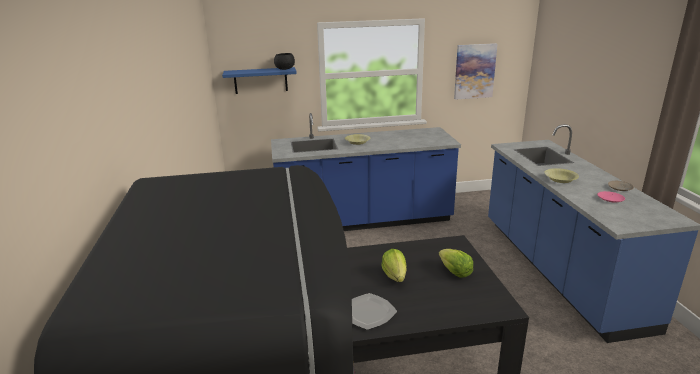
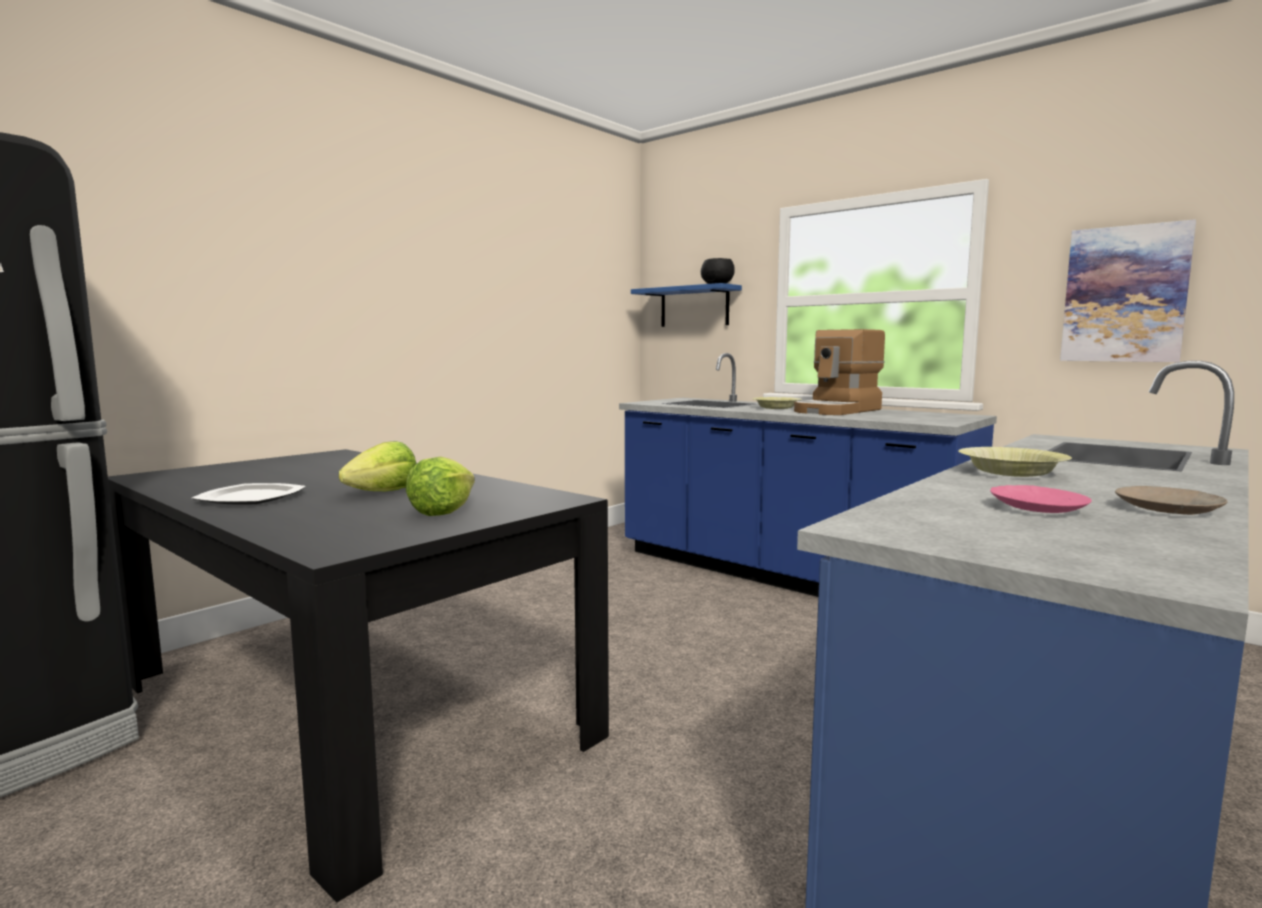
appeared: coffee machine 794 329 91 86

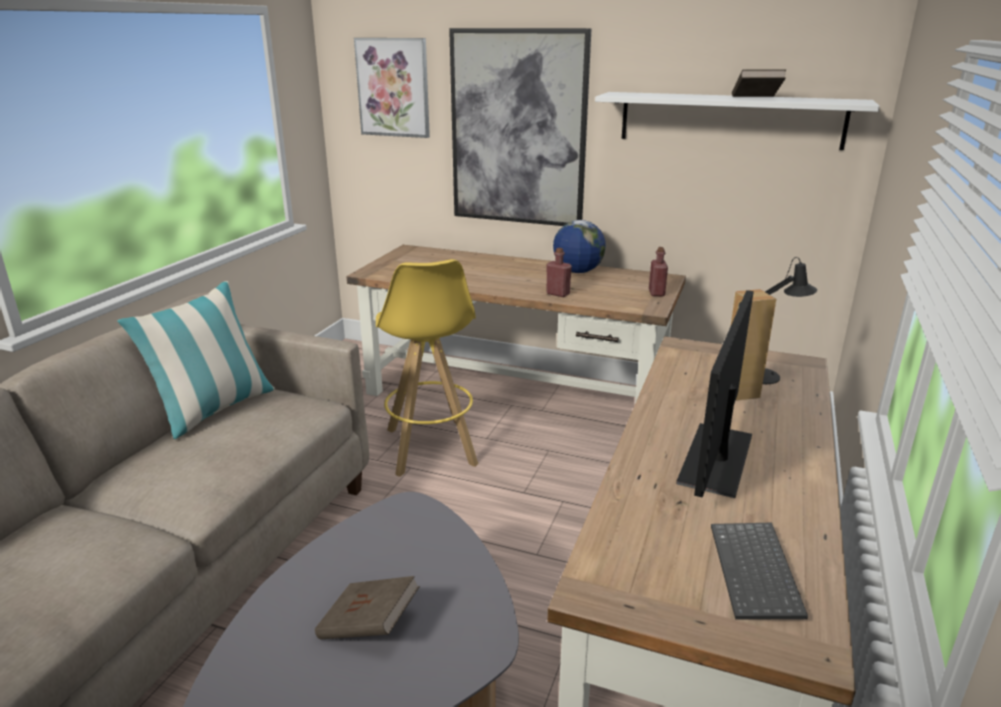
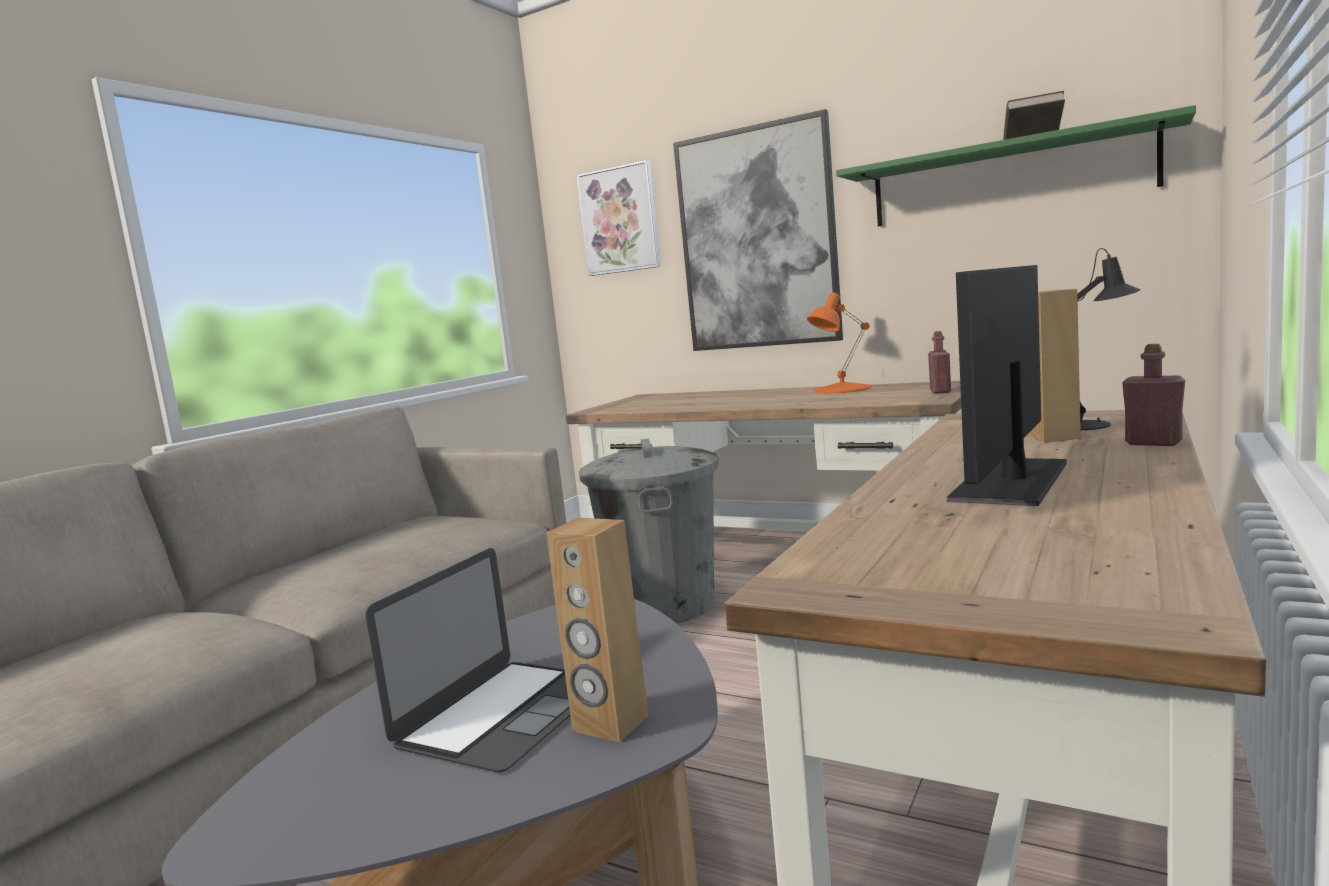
missing: pillow 117 281 158 158; keyboard 711 523 97 97
appeared: brown speaker 546 517 103 225
relocated: red bottle 546 248 26 49 to 1122 344 63 102
exchanged: brown book 315 576 105 63 to laptop 365 548 205 224; yellow stool 376 259 102 218 to grey trash can 579 439 140 184; globe 553 220 53 53 to orange table lamp 807 292 65 102
colour: white shelf 595 92 285 58 to green shelf 836 105 360 121

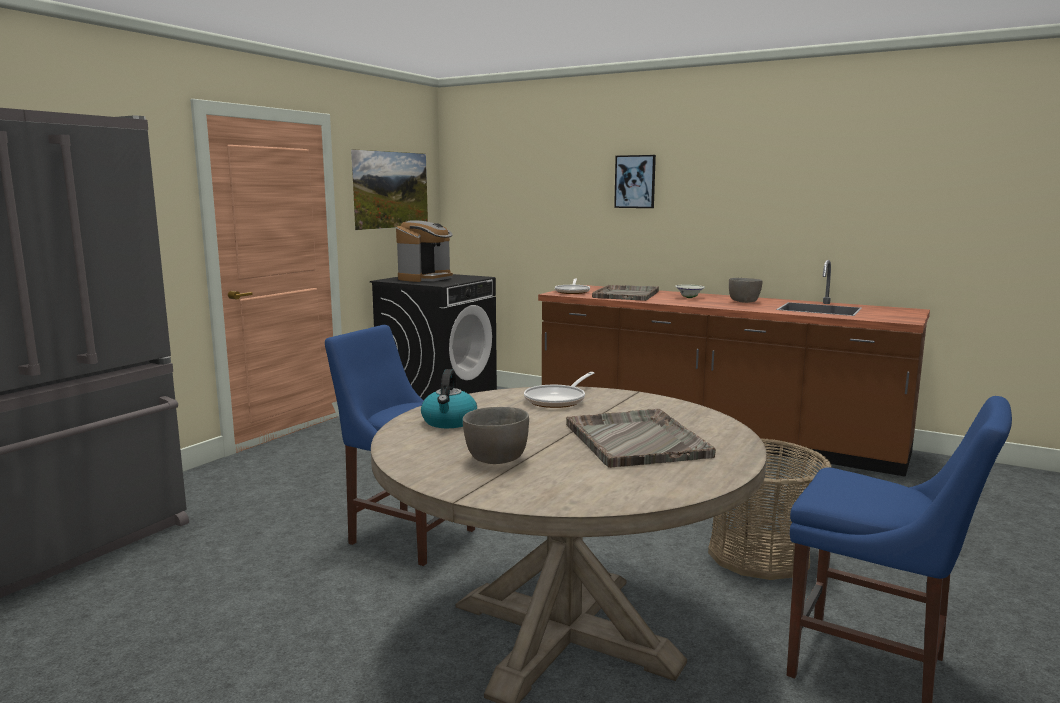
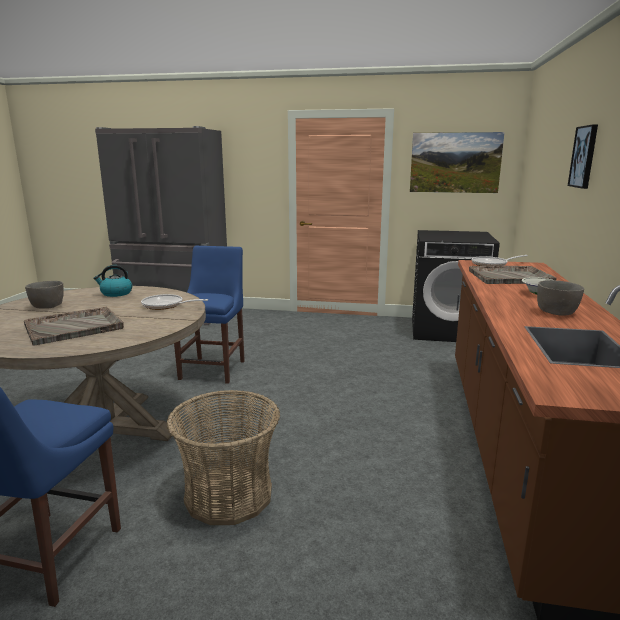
missing: coffee machine 396 220 57 62

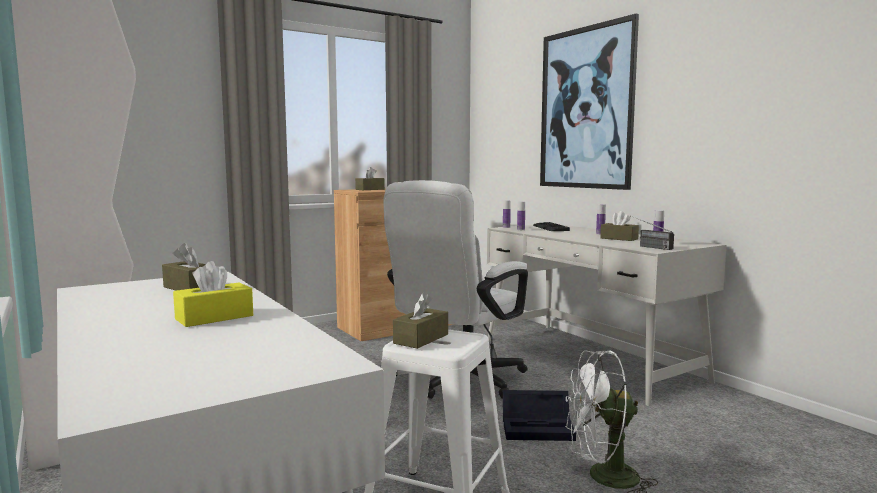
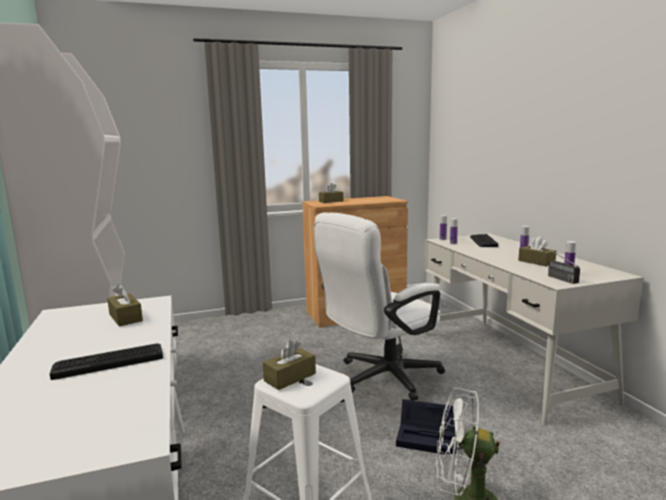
missing: picture 540 14 99 176
exchanged: yellow tissue box 173 261 80 66 to keyboard 50 343 113 37

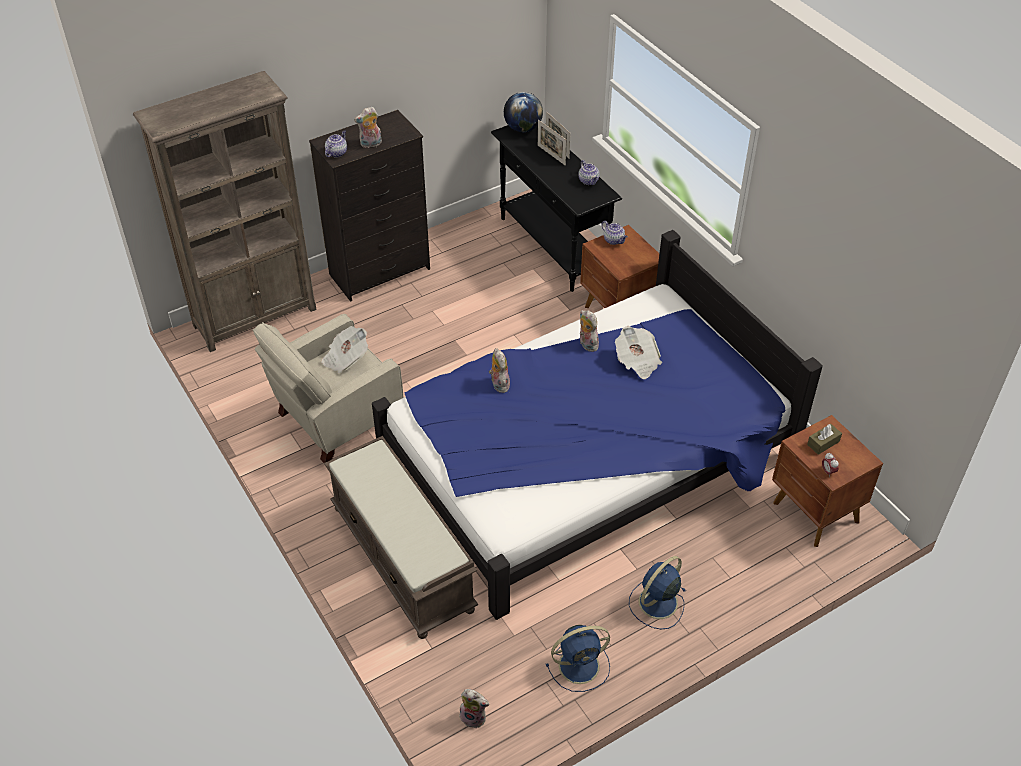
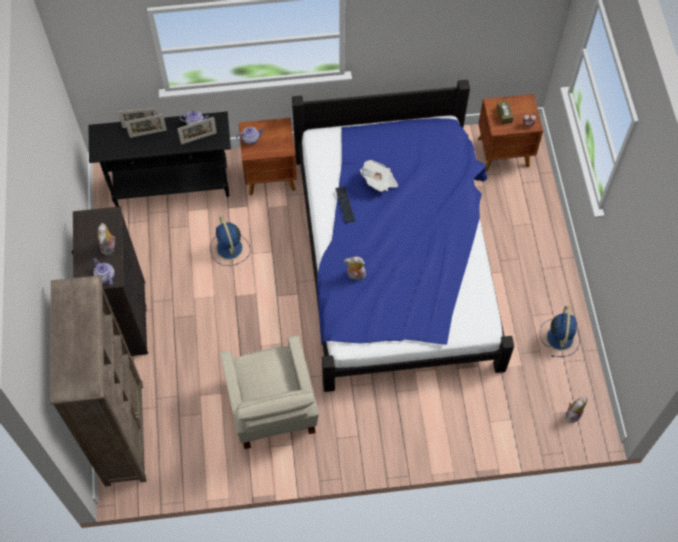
missing: newspaper 321 326 47 47; brown bench 324 436 154 203; globe 504 92 39 40
appeared: picture frame 177 117 40 28
relocated: blue fan 629 556 57 73 to 211 216 39 50
exchanged: plush toy 580 310 20 42 to keyboard 335 187 20 36

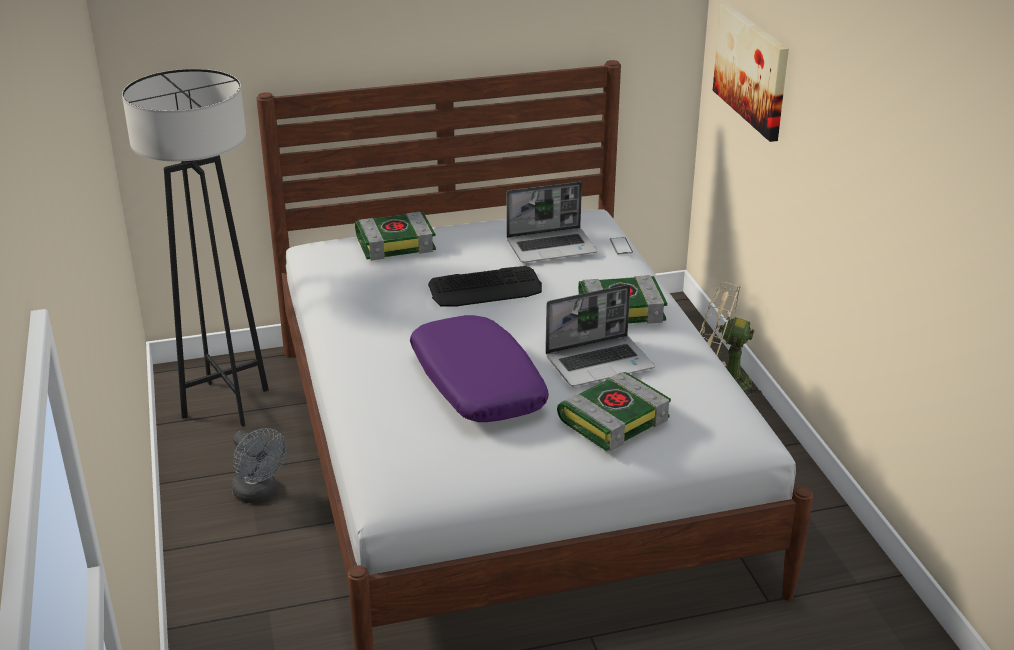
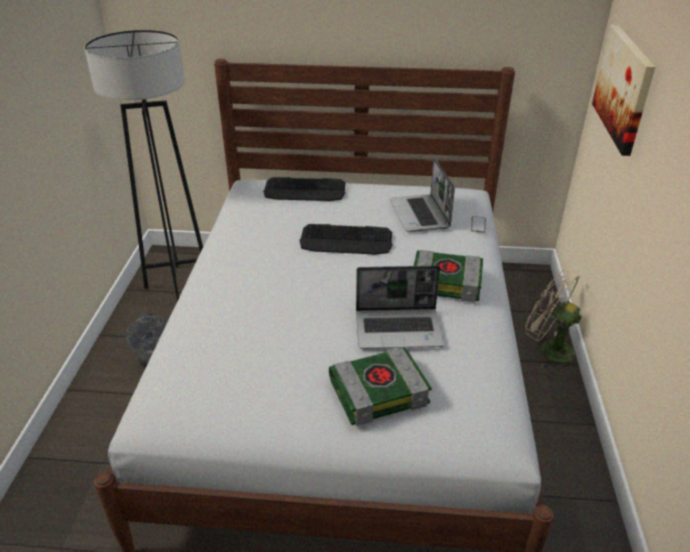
missing: purple pillow 410 315 139 107
exchanged: book 355 212 81 49 to keyboard 263 177 82 24
spun: laptop 506 181 91 82 = 390 157 65 75 75 degrees clockwise

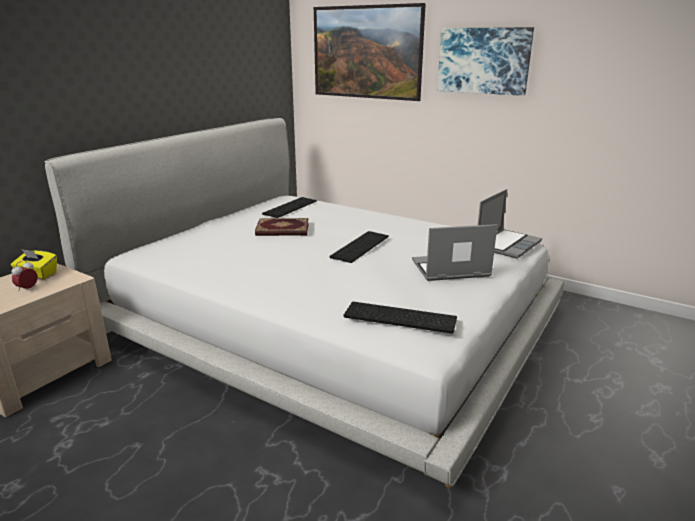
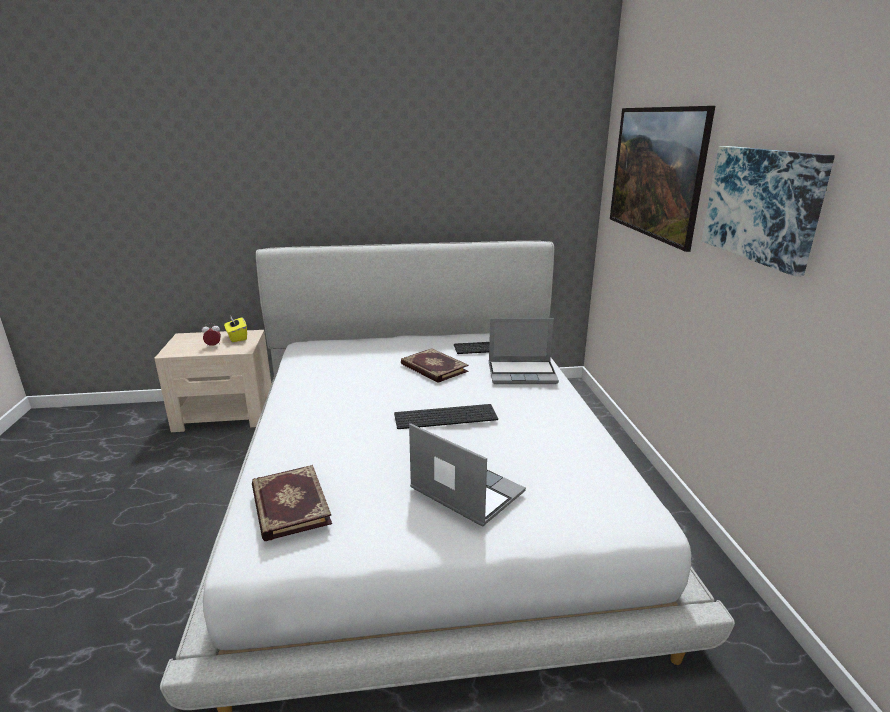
relocated: laptop 478 189 64 70 to 489 318 70 66
exchanged: keyboard 344 302 113 32 to book 252 465 80 76

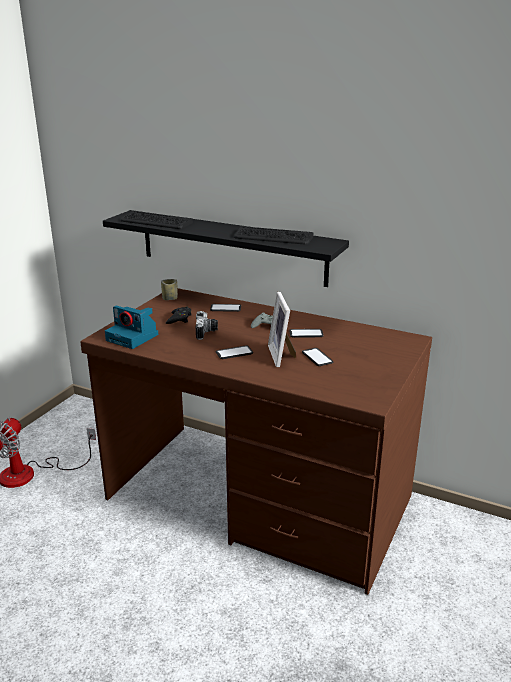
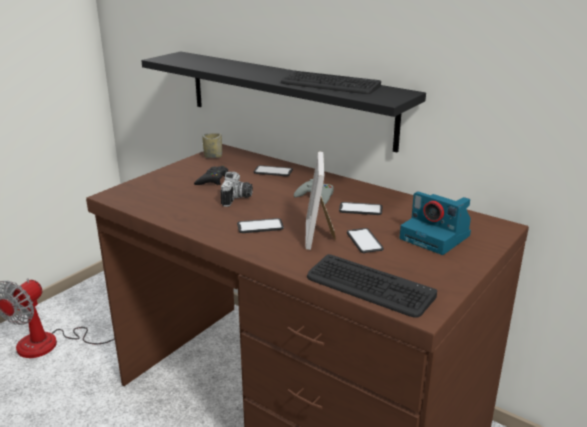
relocated: photo camera 105 306 53 43 to 400 191 71 64; keyboard 121 211 72 18 to 307 254 130 63

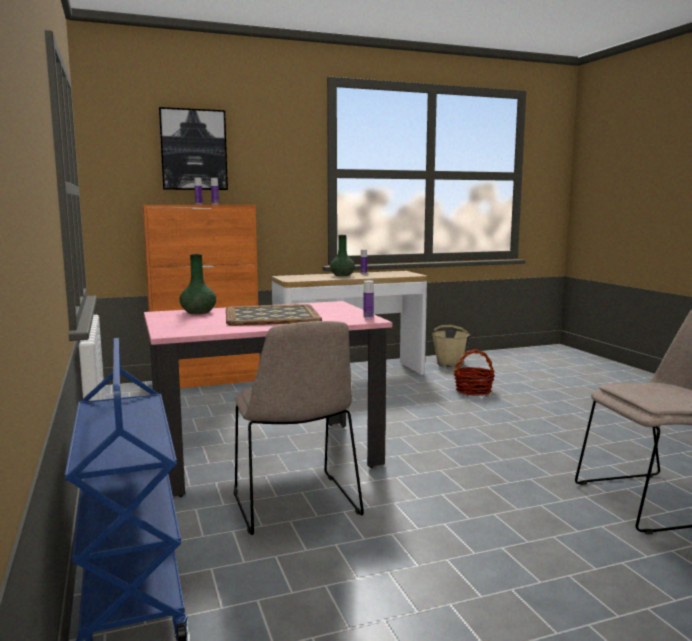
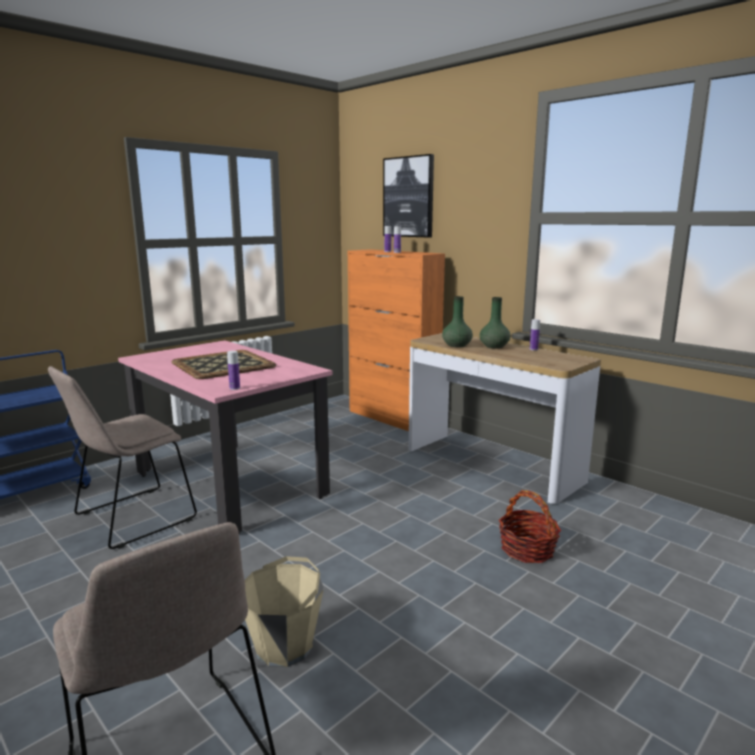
relocated: green vase 179 254 37 60 to 442 296 31 51; beige bucket 432 325 38 42 to 244 556 80 111

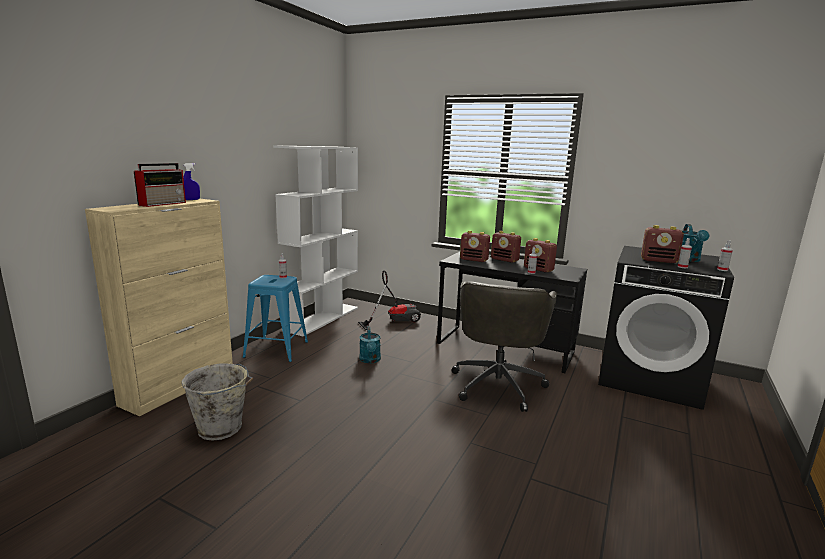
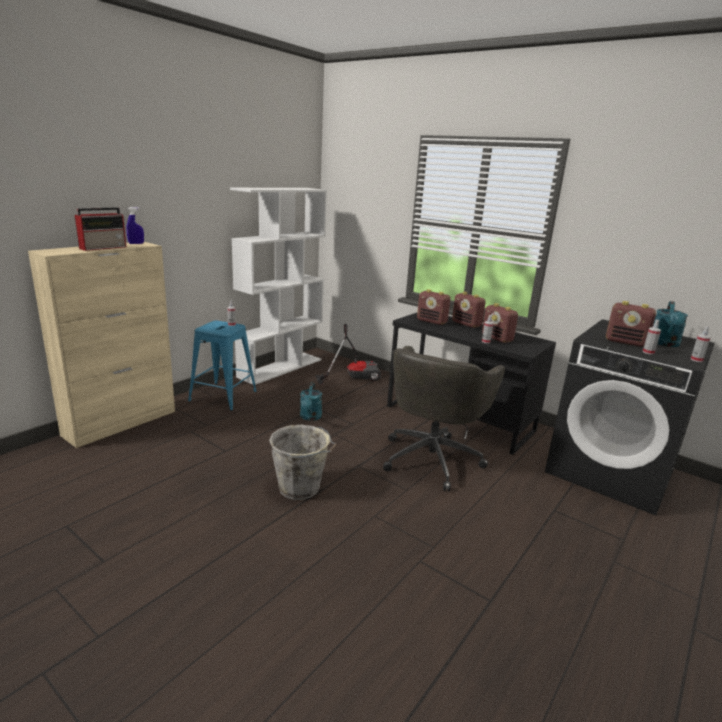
relocated: grey bucket 181 364 72 77 to 269 425 67 75

